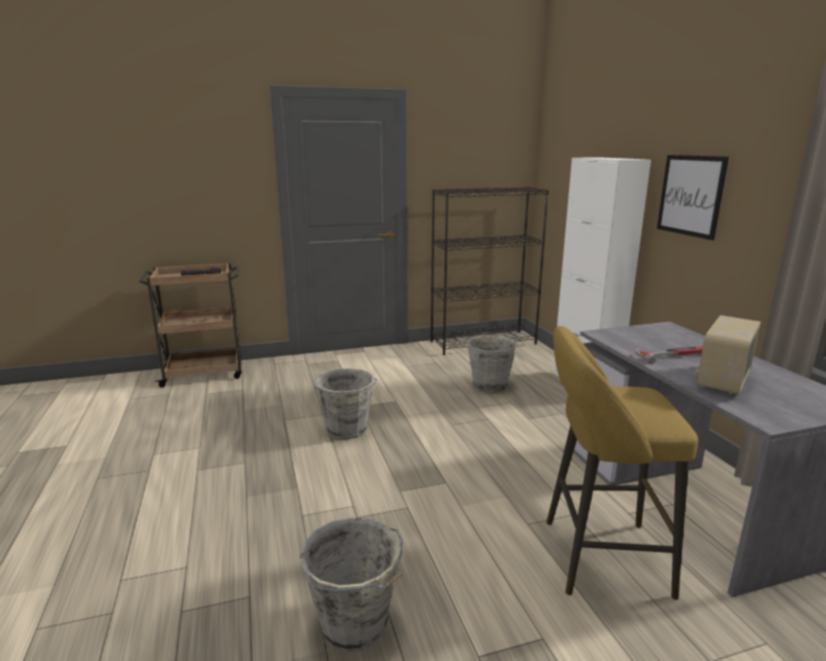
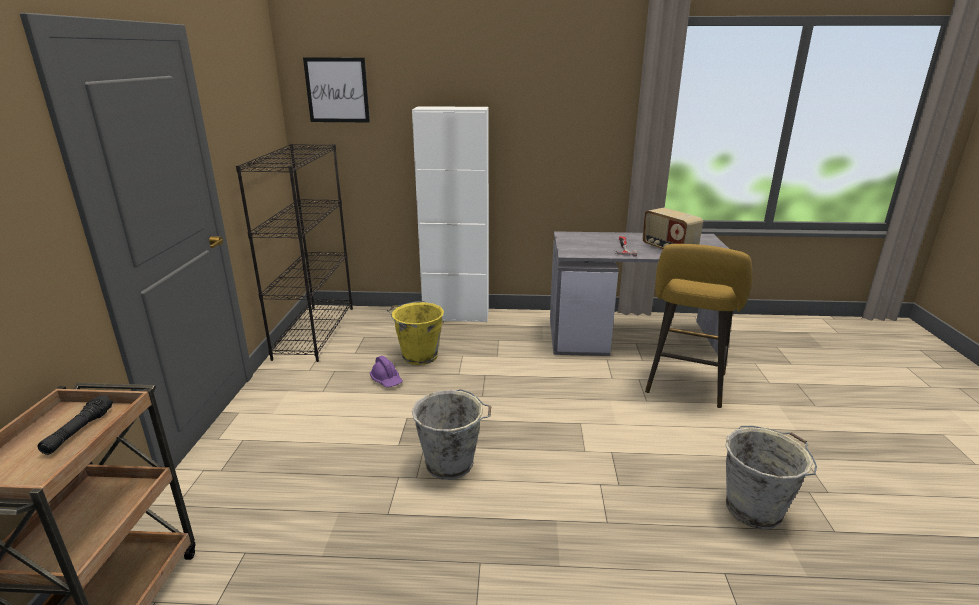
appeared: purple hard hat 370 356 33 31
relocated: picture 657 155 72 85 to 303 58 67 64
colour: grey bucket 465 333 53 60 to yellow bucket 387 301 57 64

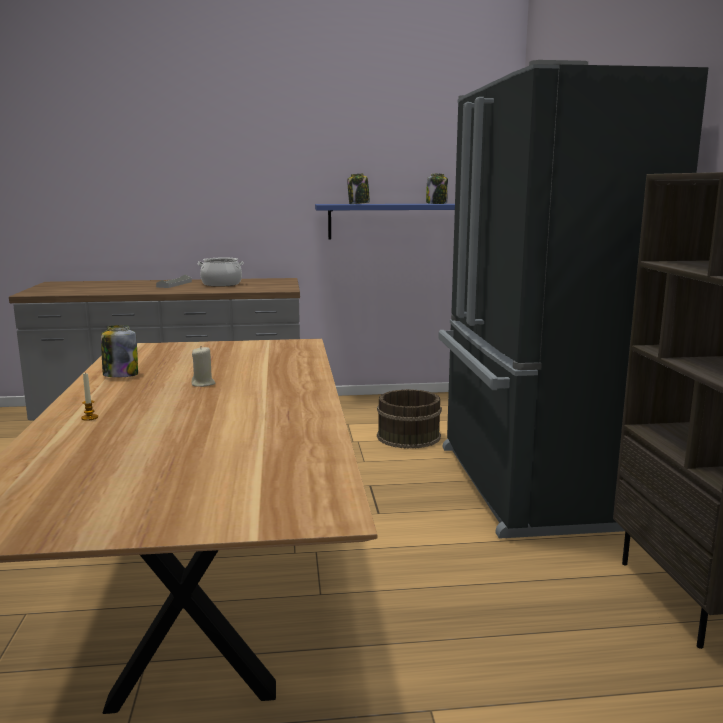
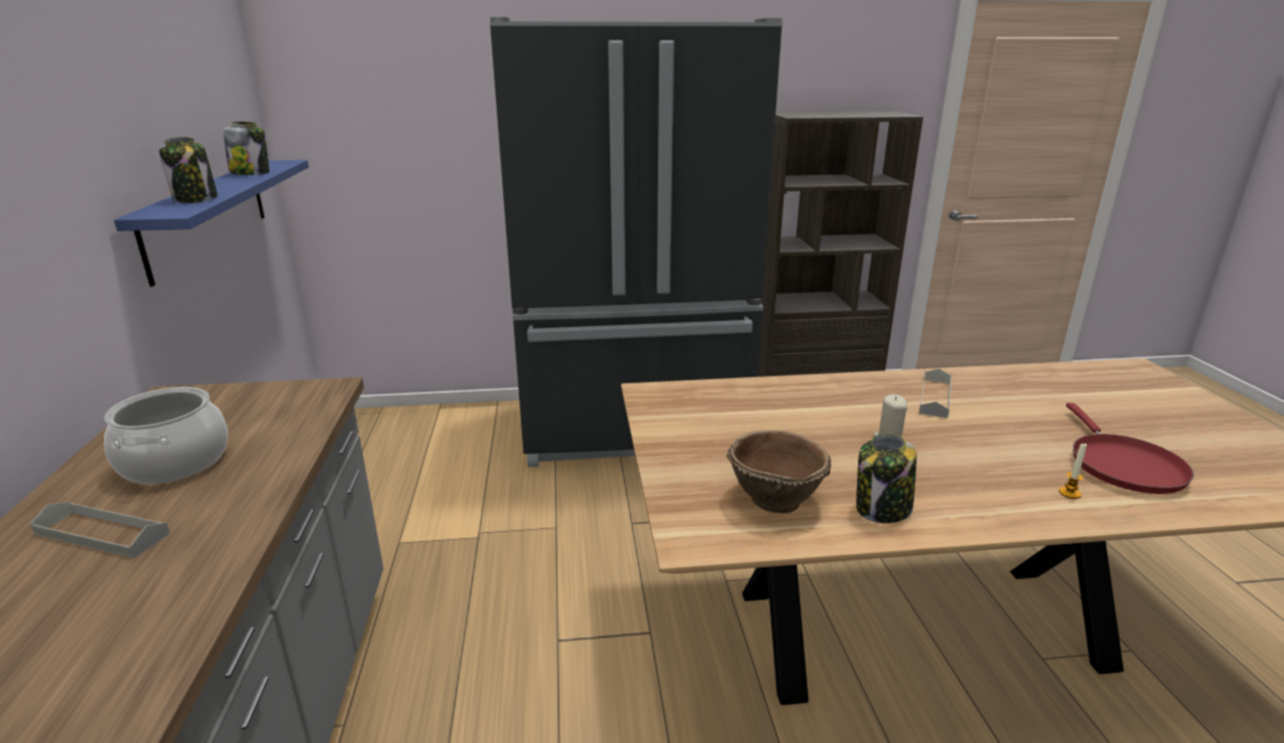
missing: brown bucket 377 389 65 60
appeared: brown bowl 727 430 104 84; grey tray 919 369 33 49; red frying pan 1066 403 128 91

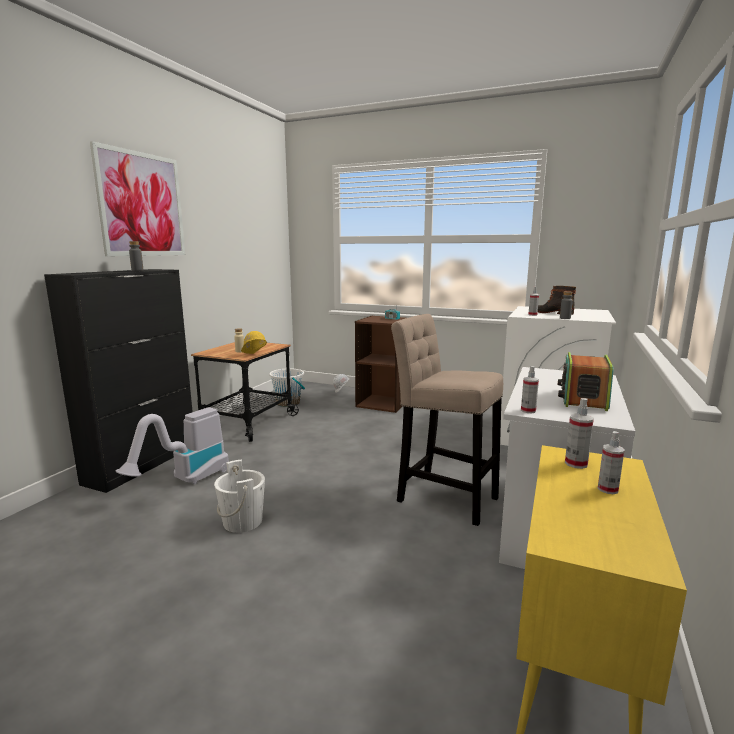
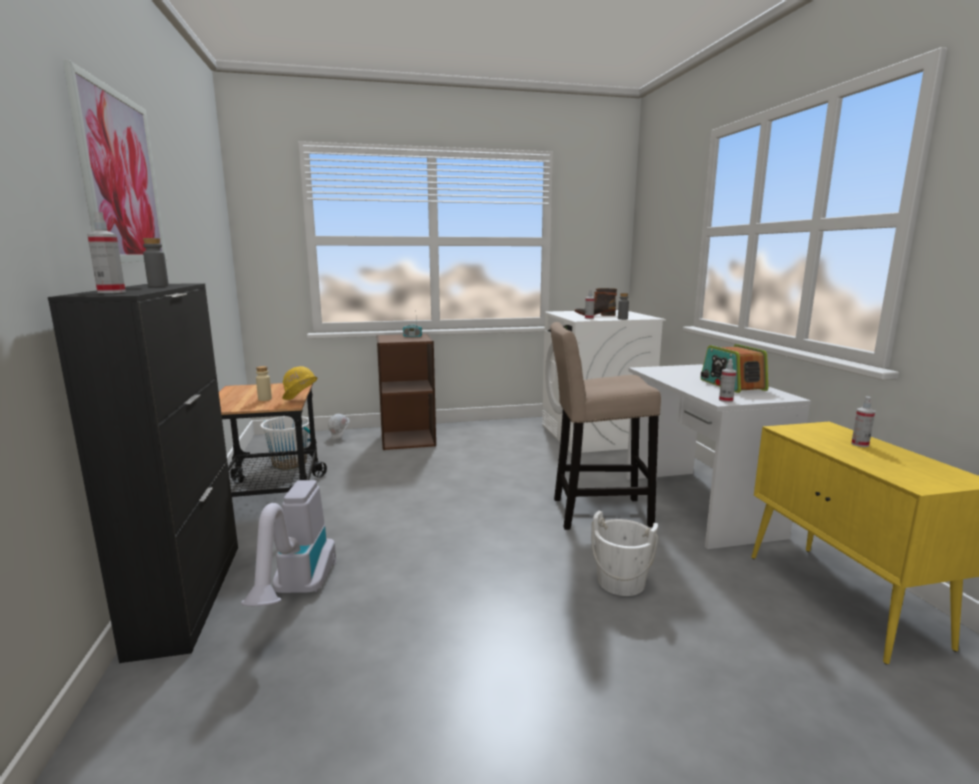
relocated: white bucket 214 460 51 73 to 591 511 67 85; spray bottle 565 398 29 71 to 87 212 39 81

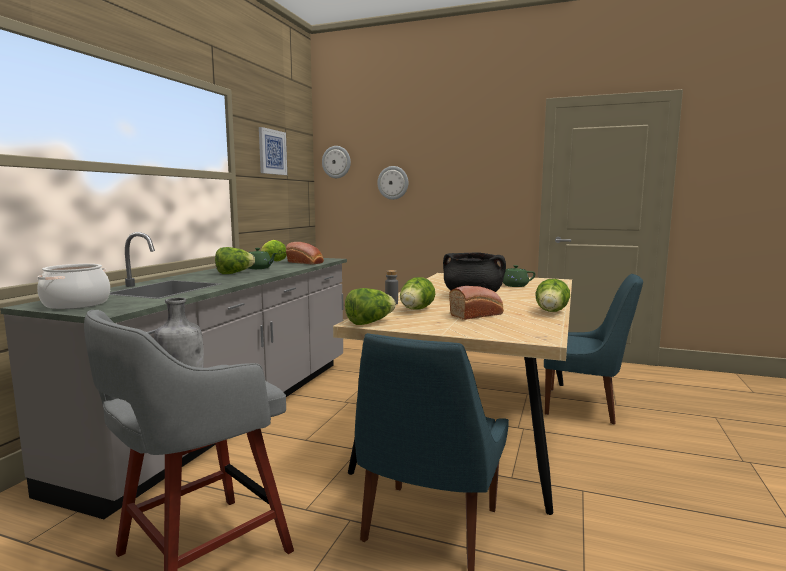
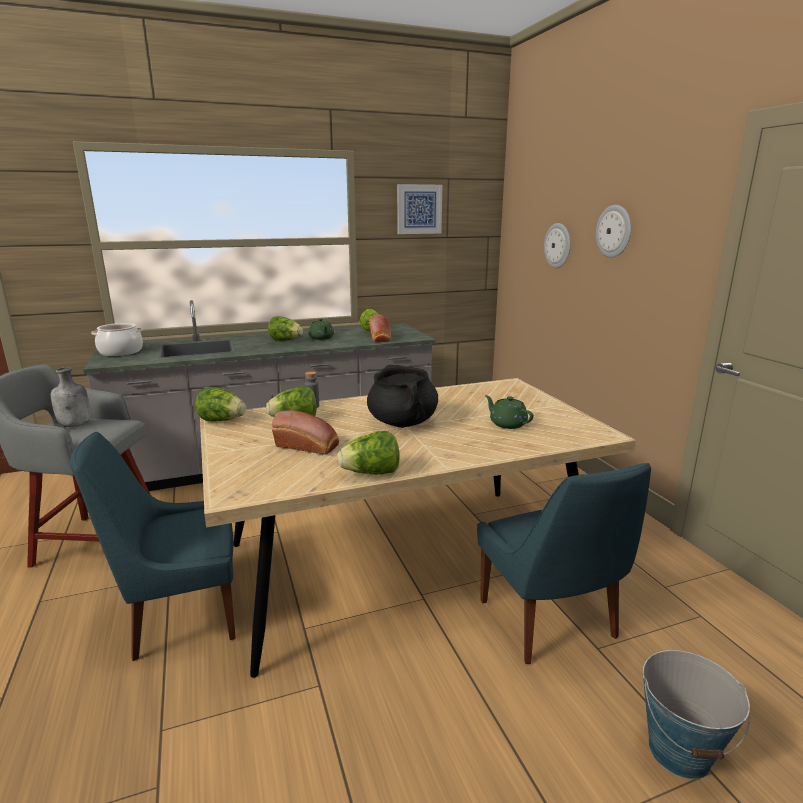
appeared: bucket 643 650 107 129
relocated: wall clock 322 146 29 32 to 596 205 35 53

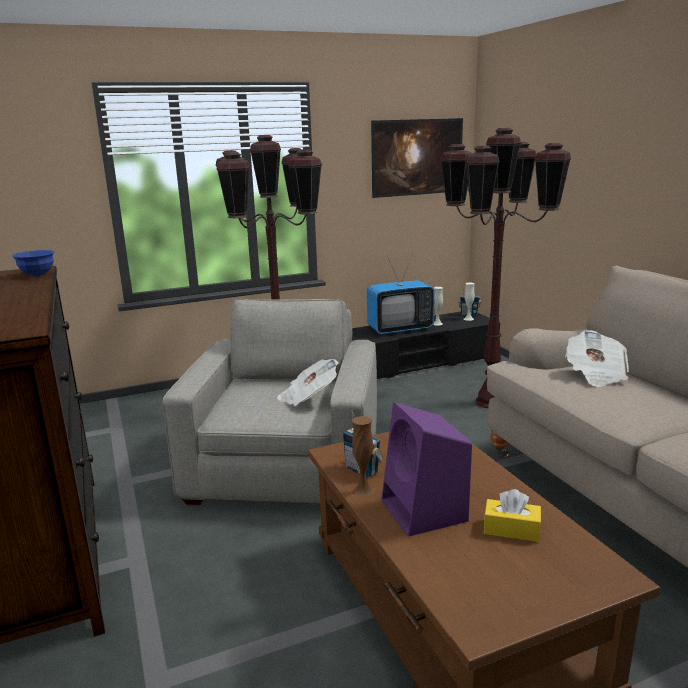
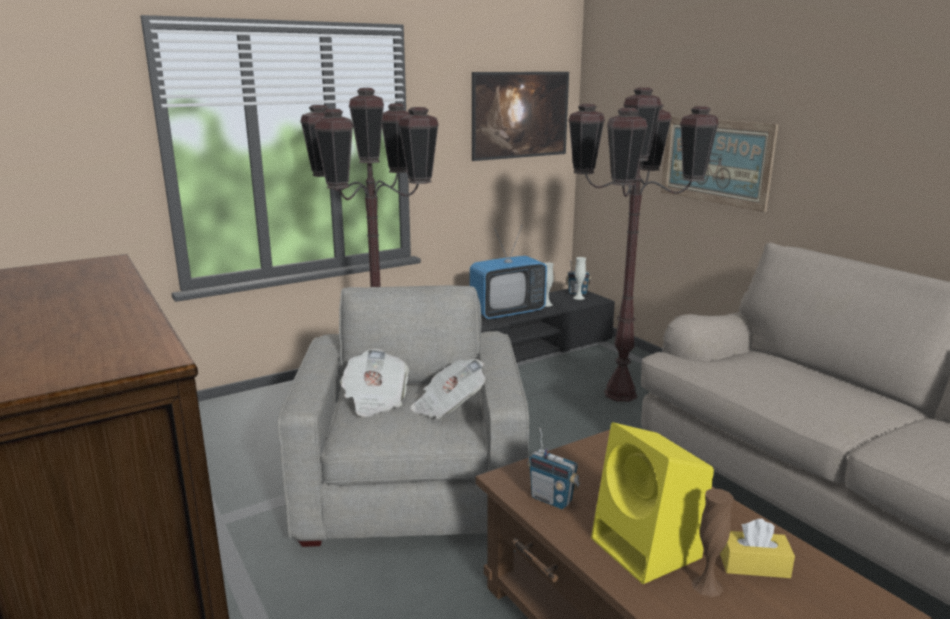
missing: blue bowl 12 250 43 26
appeared: picture 661 117 118 95
relocated: brown vase 352 416 23 81 to 691 488 43 109; newspaper 565 330 64 57 to 340 349 69 68
colour: purple speaker 382 402 90 134 to yellow speaker 591 422 123 162

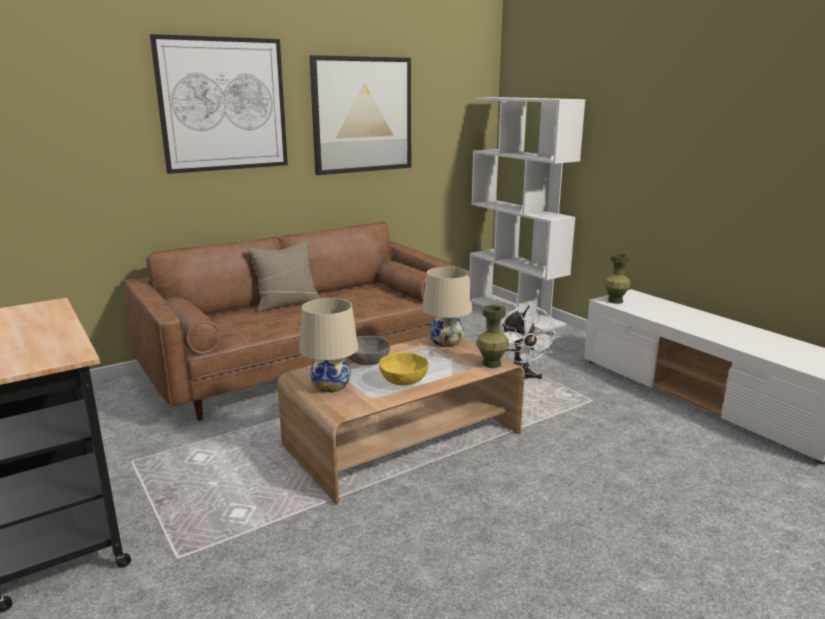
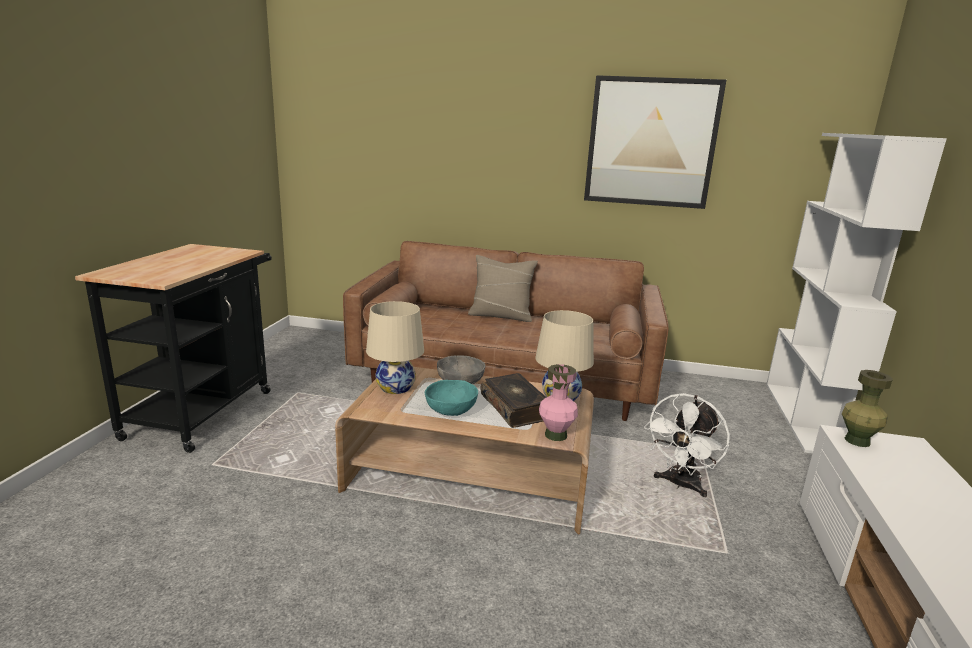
missing: picture 150 34 138 140
appeared: book 480 373 66 55
colour: yellow bowl 379 353 50 32 to turquoise bowl 425 380 53 36; green vase 477 305 32 63 to pink vase 539 364 39 77

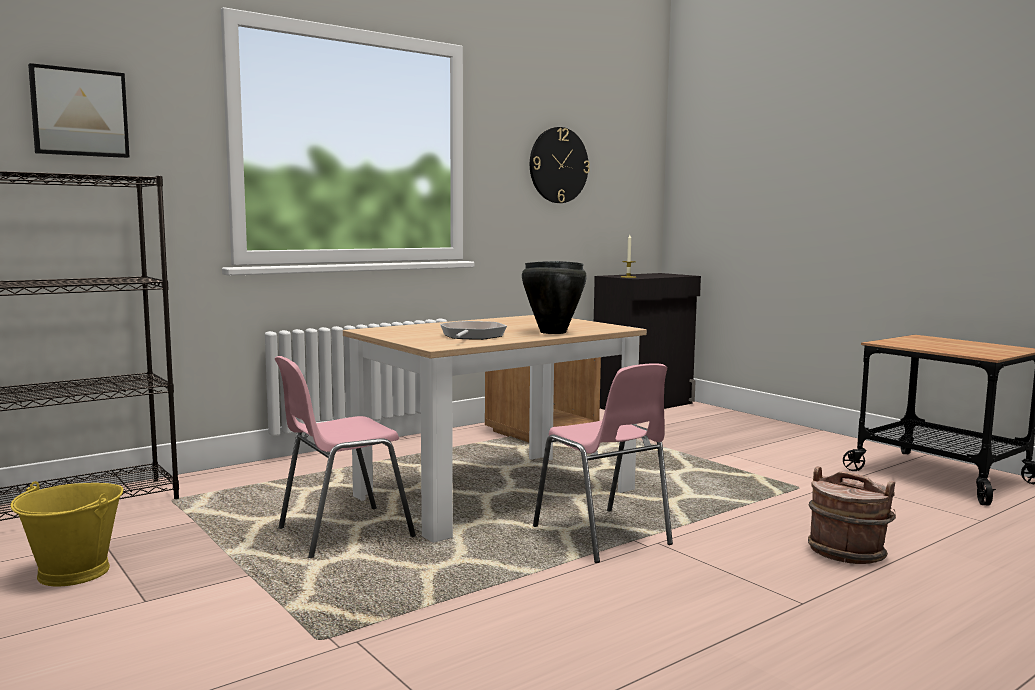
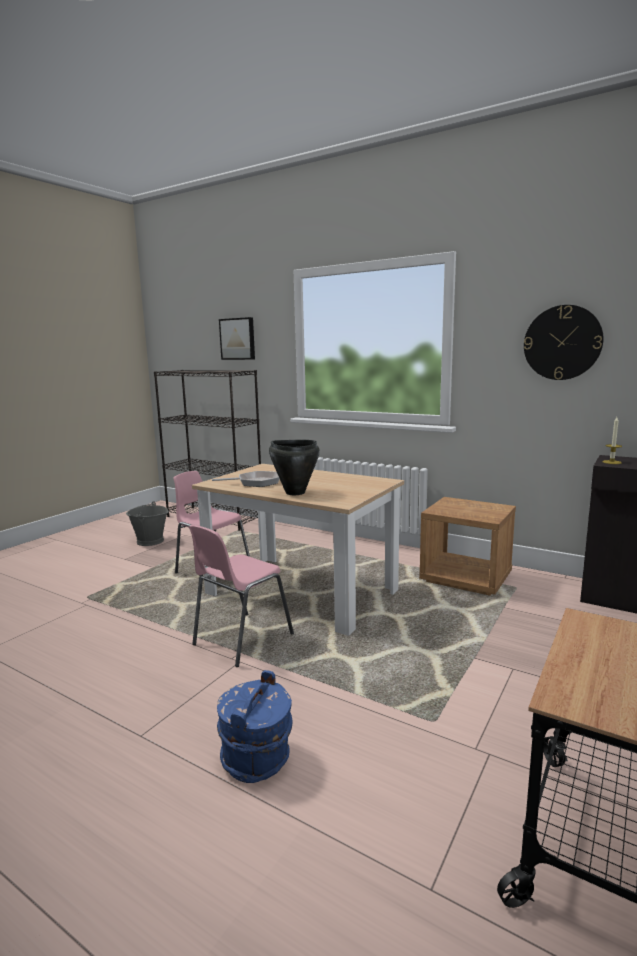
colour: yellow bucket 10 481 113 106 to grey bucket 126 501 43 45; brown bucket 808 466 88 98 to blue bucket 217 670 76 113

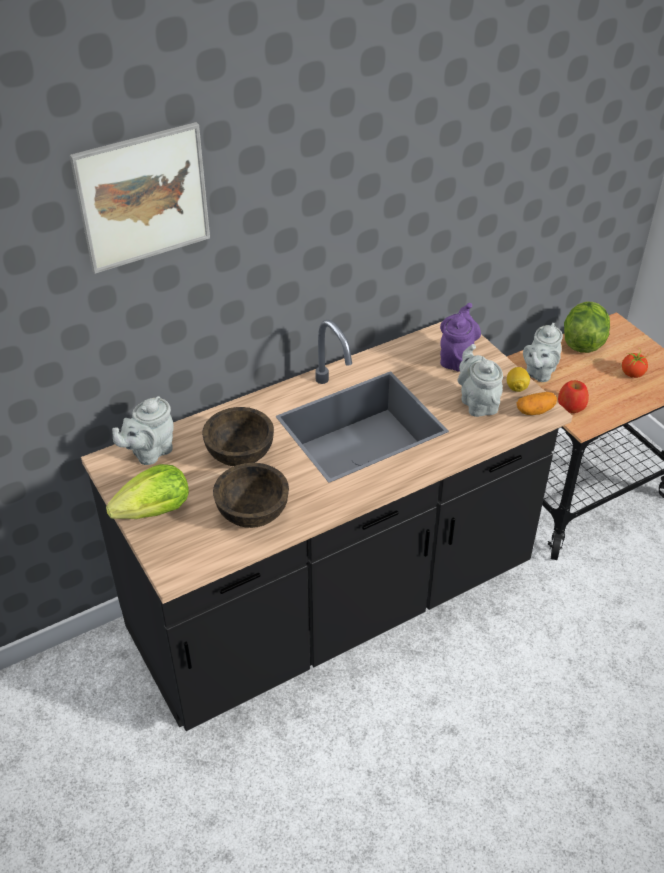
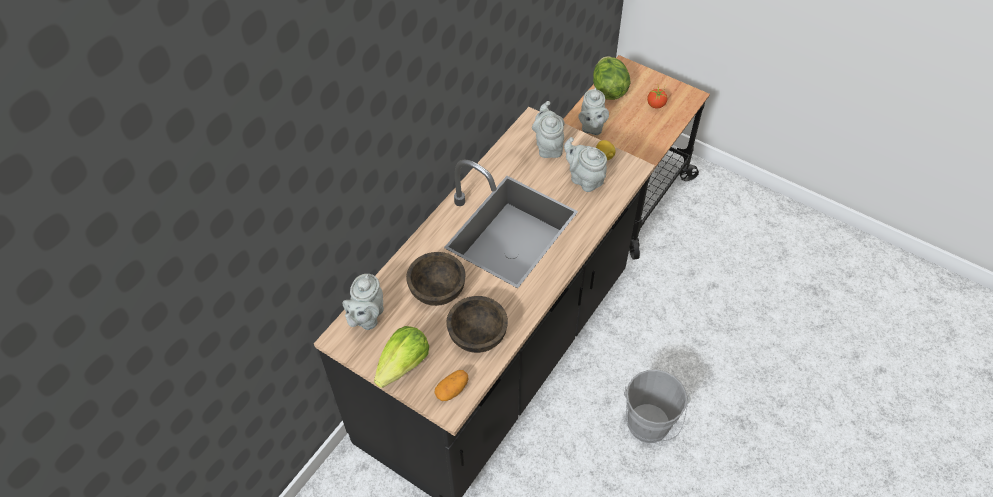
missing: picture 70 122 140 152; apple 558 380 31 33
appeared: grey bucket 624 369 66 74
relocated: potato 516 392 41 23 to 435 370 34 31
colour: purple teapot 440 303 41 69 to grey teapot 532 101 33 57

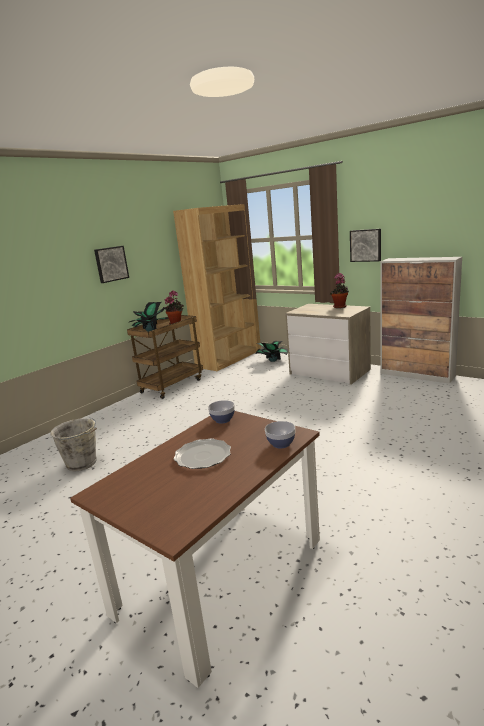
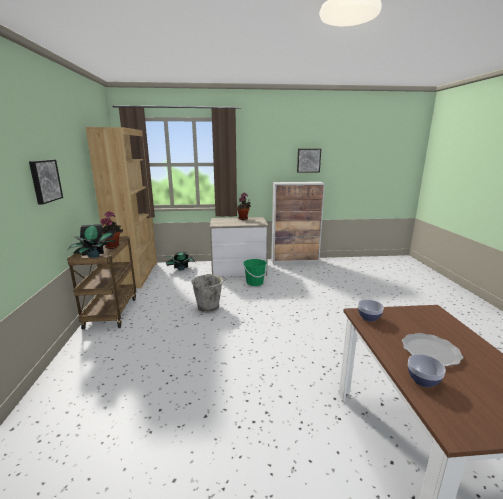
appeared: green bucket 243 259 24 27
relocated: grey bucket 51 418 46 54 to 191 274 35 38; bowl 265 421 30 28 to 408 354 38 33; picture 350 229 31 33 to 297 149 24 24

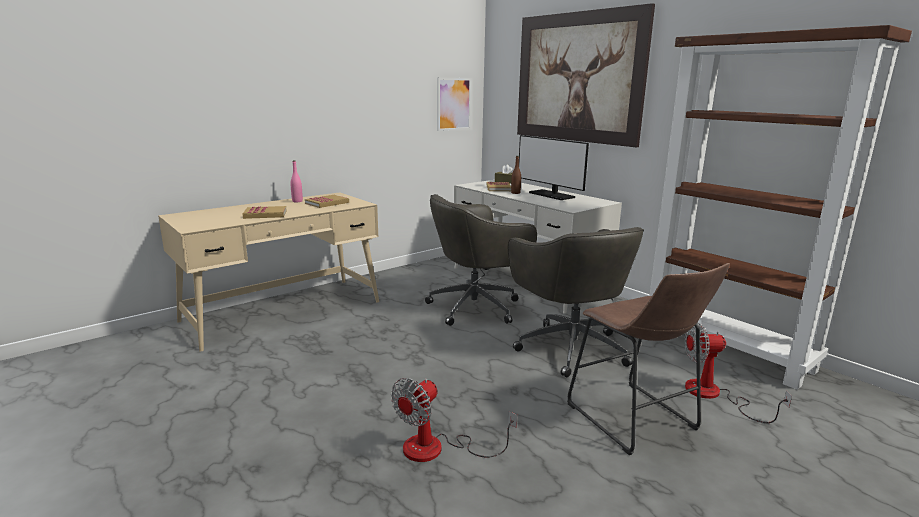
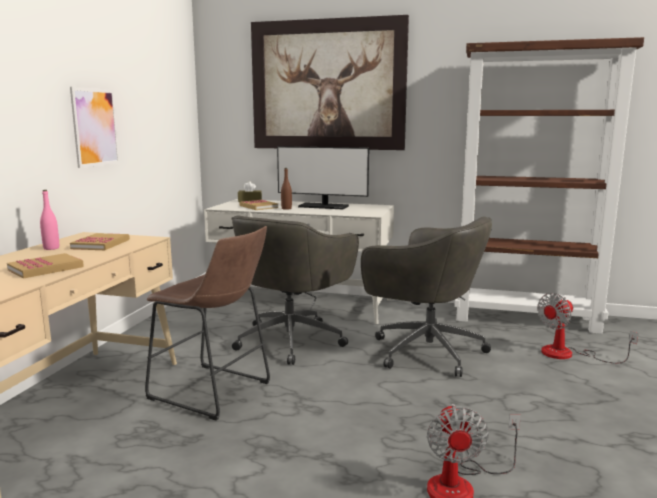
relocated: picture 437 77 34 54 to 70 87 50 81; brown stool 567 263 163 192 to 145 226 125 195

